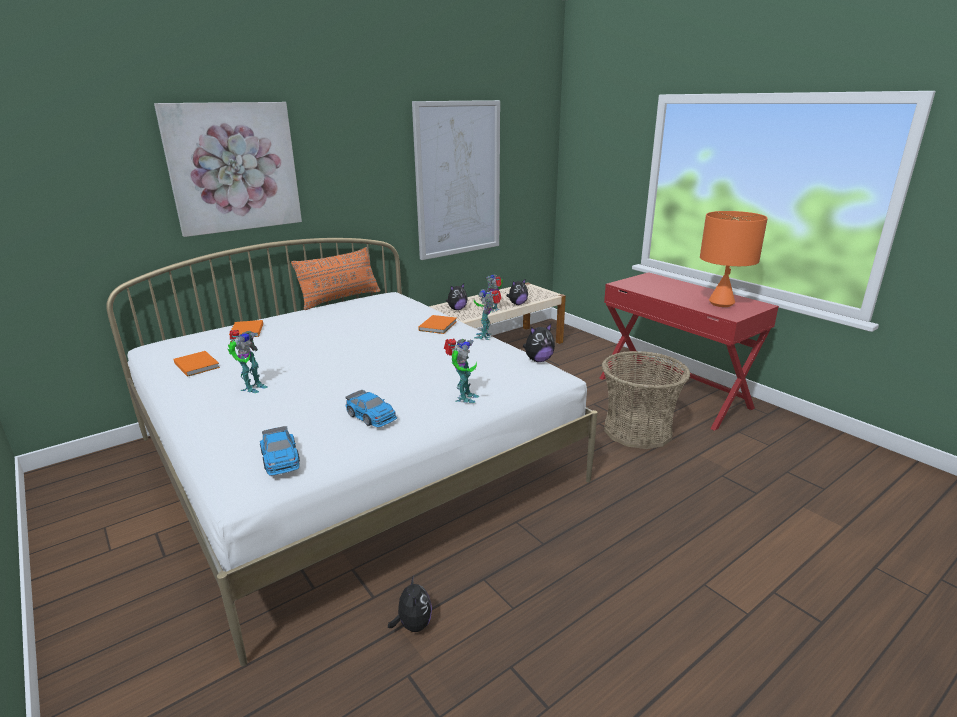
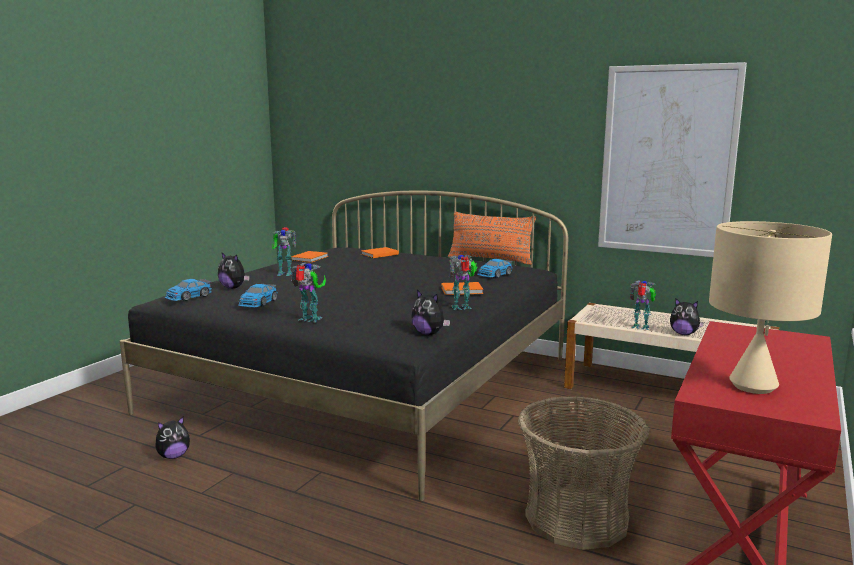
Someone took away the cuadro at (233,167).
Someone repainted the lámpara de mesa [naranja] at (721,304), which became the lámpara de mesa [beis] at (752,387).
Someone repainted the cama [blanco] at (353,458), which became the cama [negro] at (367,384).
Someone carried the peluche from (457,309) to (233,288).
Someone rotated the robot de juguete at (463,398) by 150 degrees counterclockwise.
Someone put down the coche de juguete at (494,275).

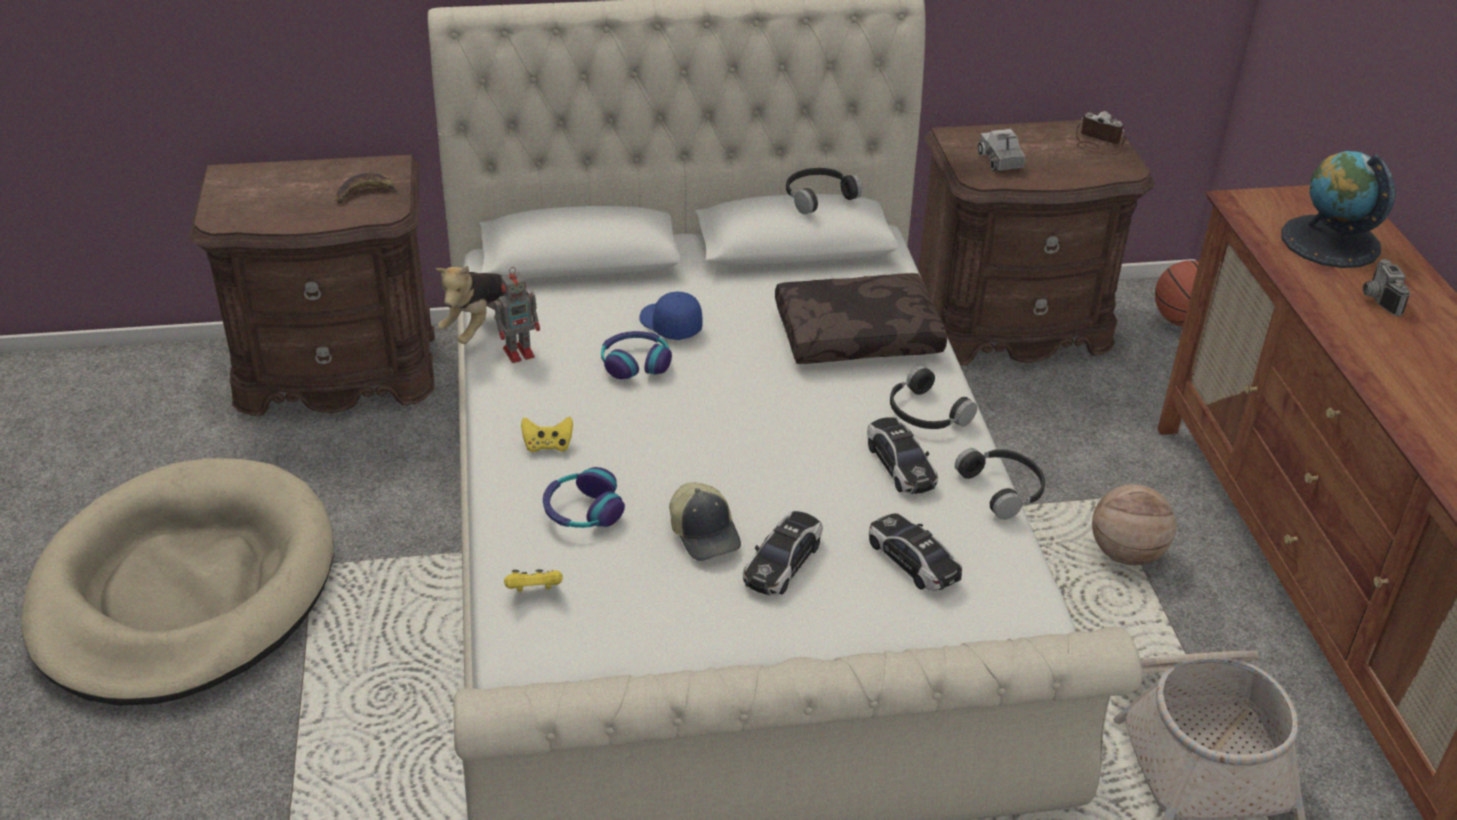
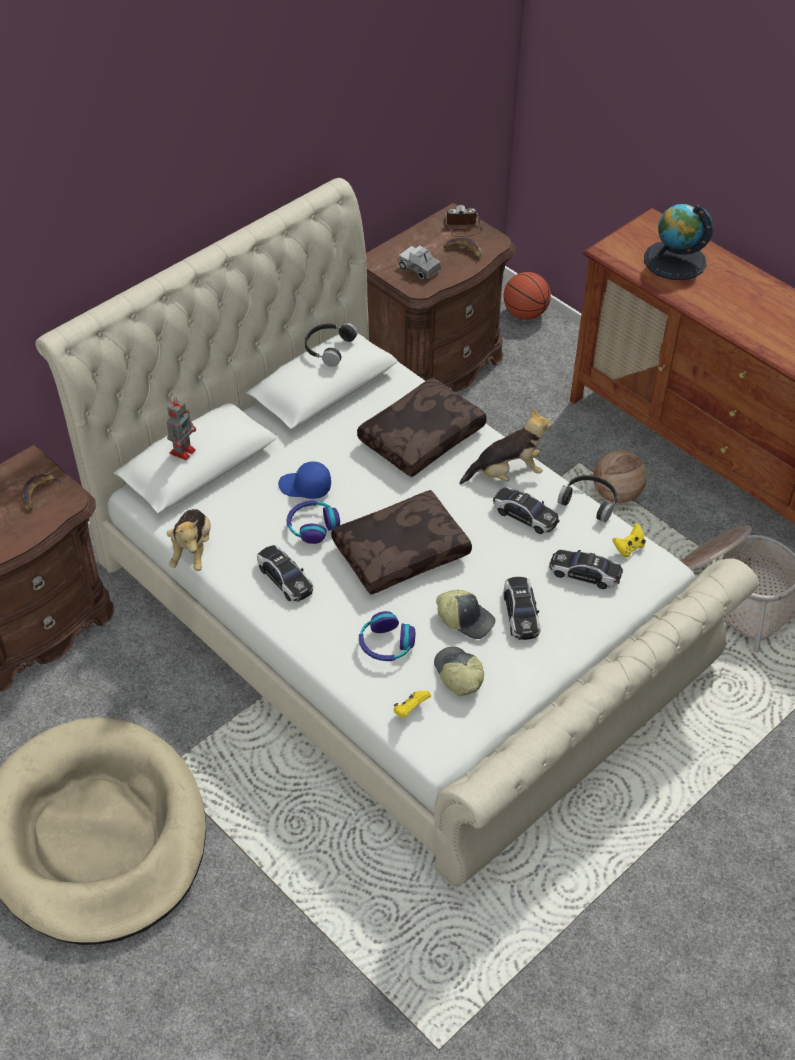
Someone took away the cámara at (1377,299).
Someone carried the robot de juguete from (520,352) to (183,451).
Someone swapped the auriculares [negro] at (925,414) for the peluche at (507,473).
Someone carried the mando de consola [amarillo] from (548,445) to (628,548).
Someone put down the plátano at (464,252).
Someone put down the cojín [marrón] at (401,550).
Someone put down the coche de juguete at (285,578).
Someone put down the gorra at (458,675).

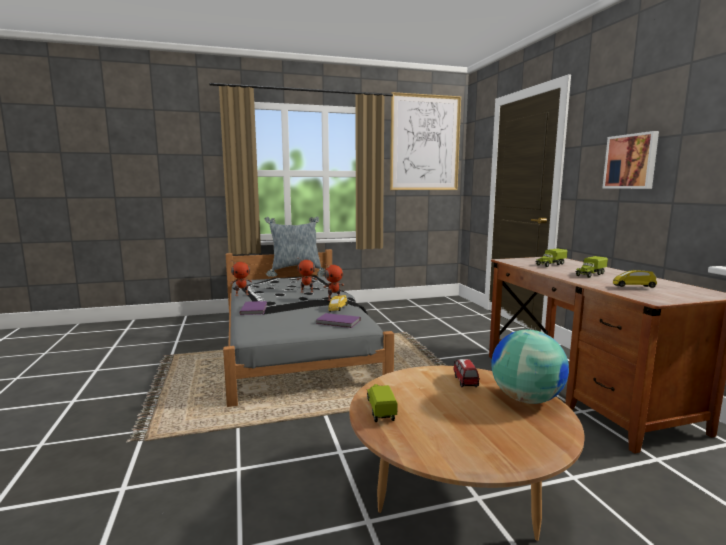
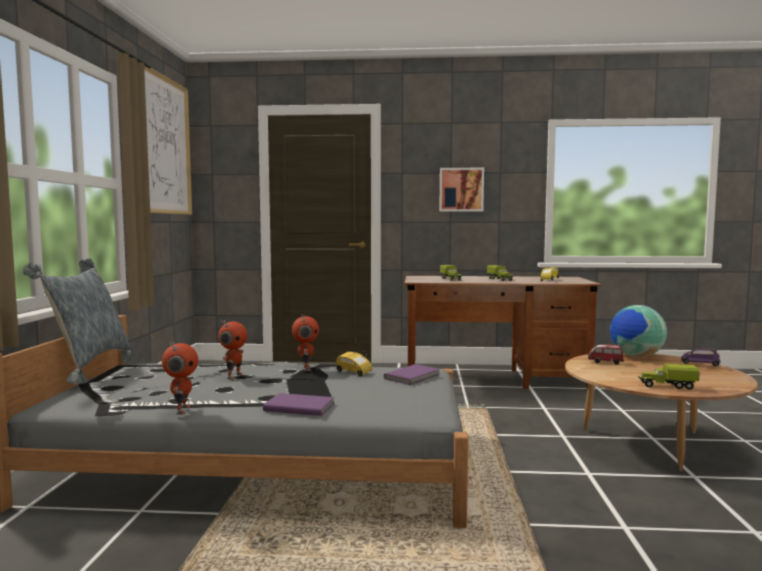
Someone put down the coche de juguete [morado] at (699,365).

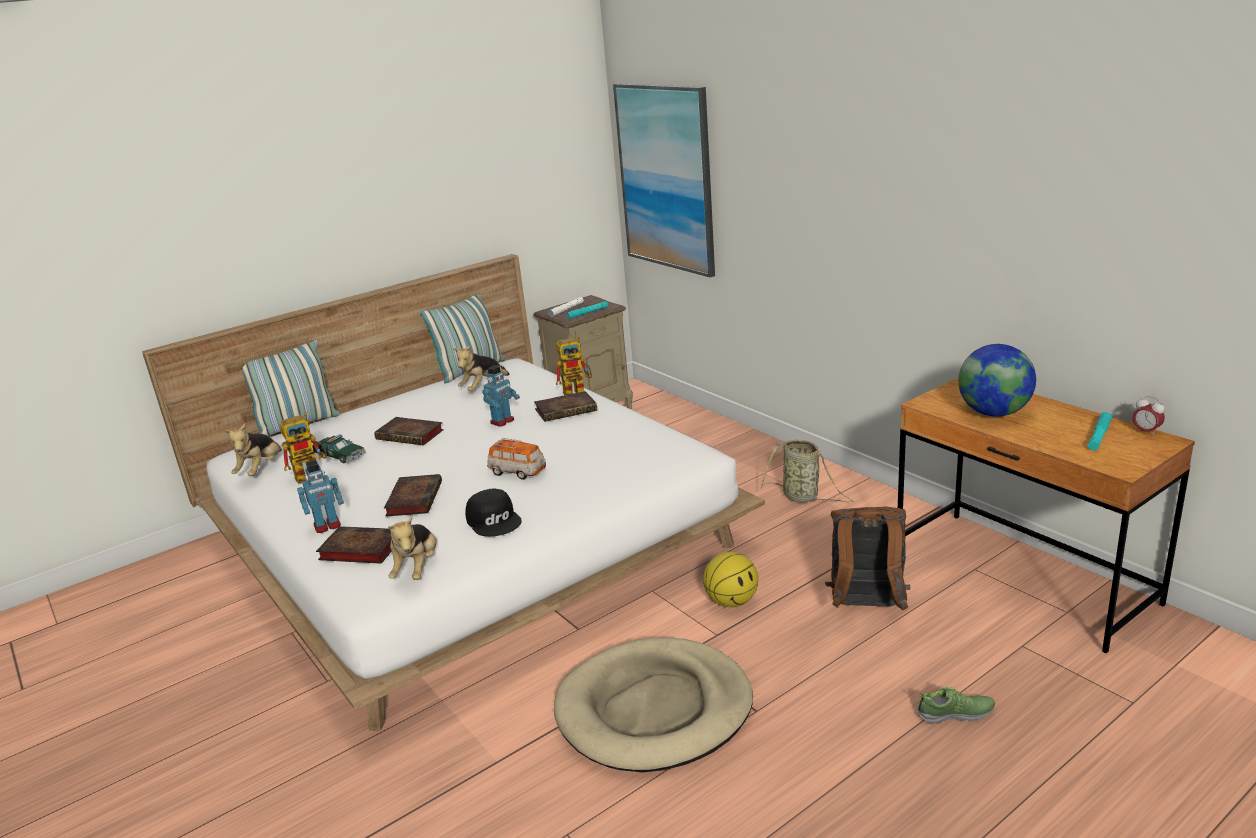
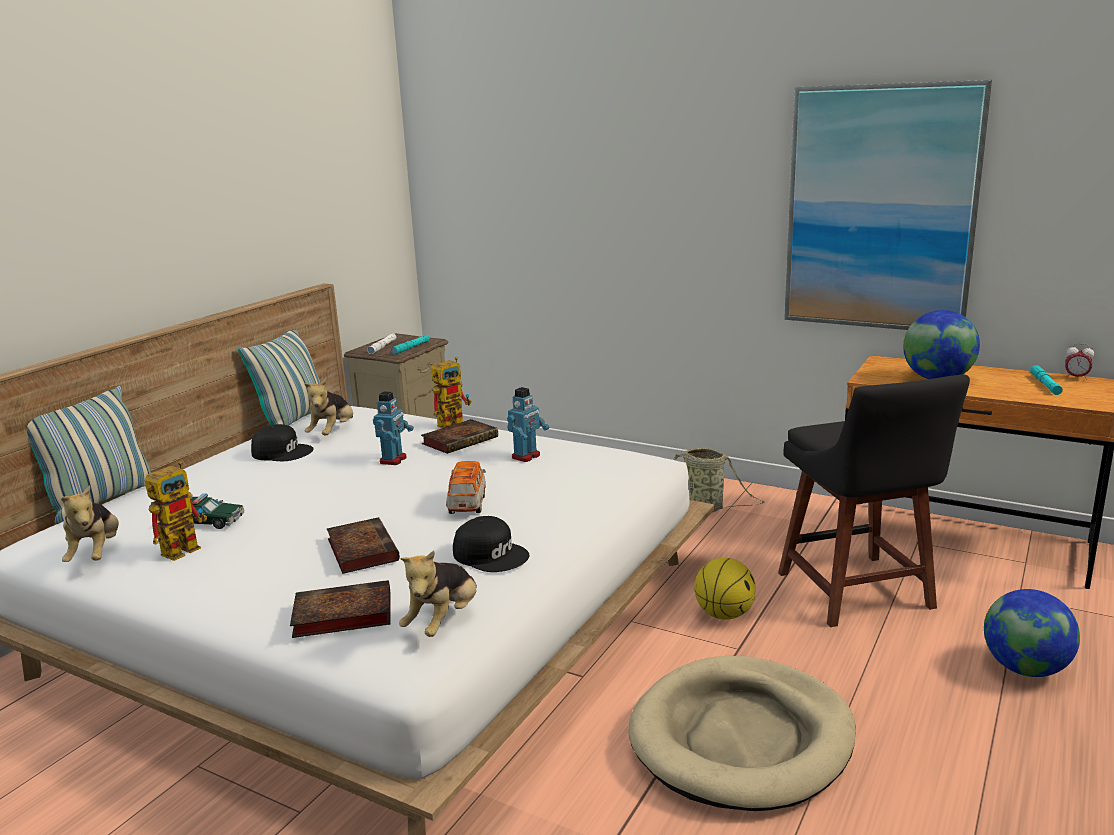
Someone carried the cuadro from (666,178) to (880,209).
Someone took away the libro at (411,435).
Someone rotated the coche de juguete at (518,472) by 90 degrees counterclockwise.
Someone carried the robot de juguete from (327,526) to (526,456).
Someone swapped the mochila [marrón] at (866,608) for the taburete [negro] at (857,593).
Someone rotated the peluche at (417,568) by 45 degrees clockwise.
Someone swapped the zapato at (955,714) for the globo terráqueo at (1025,669).
Someone put down the gorra [negro] at (282,452).

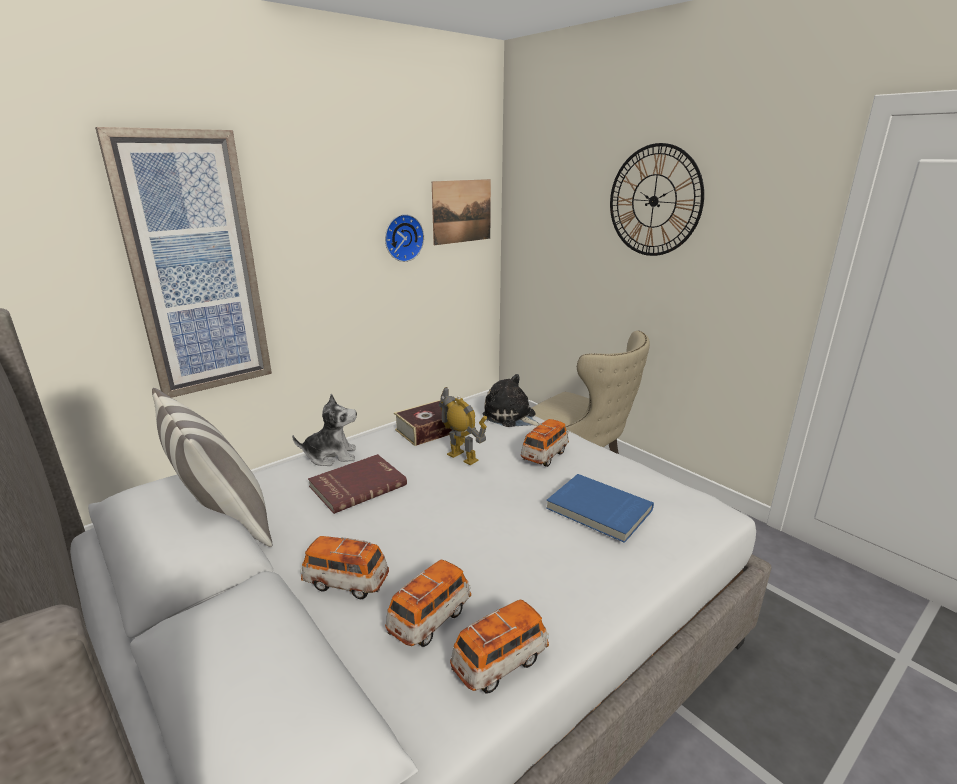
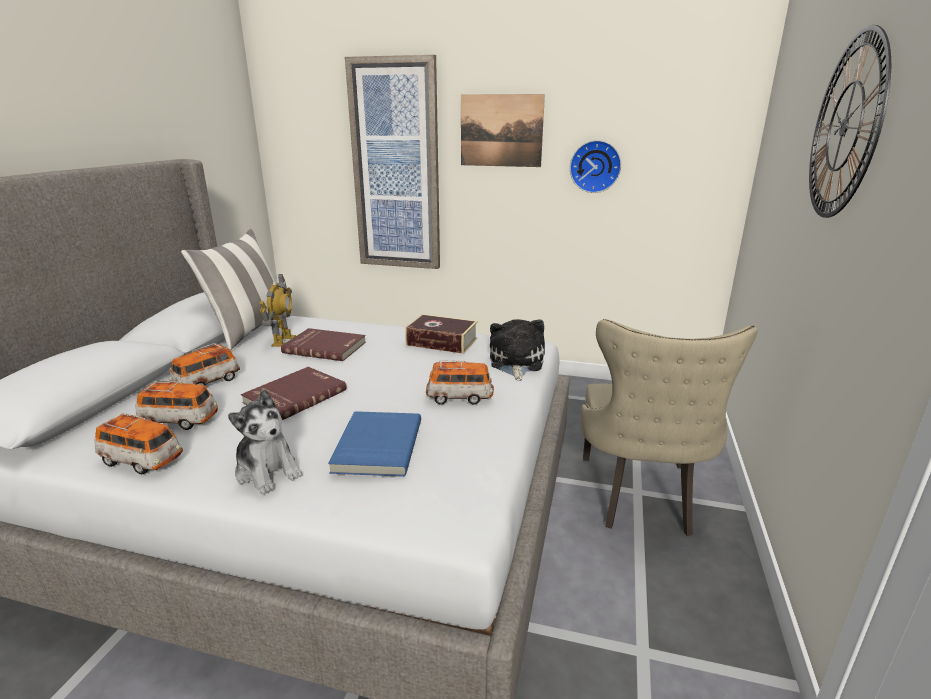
Someone carried the cuadro from (462,211) to (501,131).
Someone carried the robot de juguete from (462,457) to (283,341).
Someone carried the peluche from (331,456) to (268,471).
Someone rotated the coche de juguete at (346,582) by 120 degrees counterclockwise.
Someone put down the libro [rojo] at (294,396).

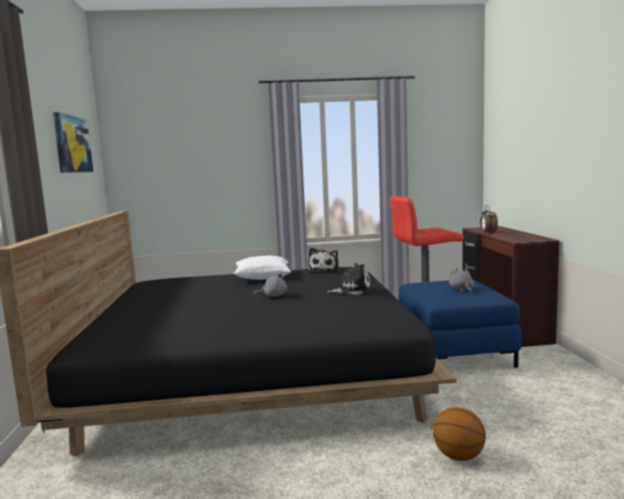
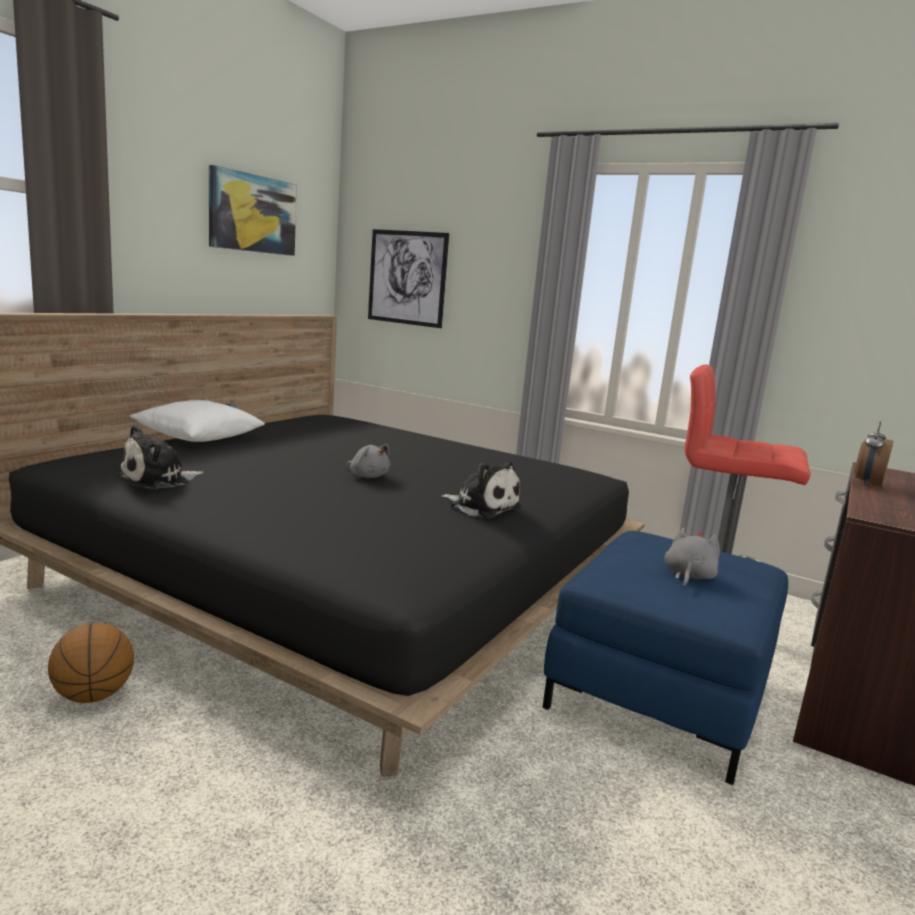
Someone carried the peluche from (324,270) to (159,480).
Someone carried the cojín [blanco] from (263,278) to (198,437).
Someone carried the balón de baloncesto from (459,456) to (93,696).
Someone put up the cuadro at (407,278).

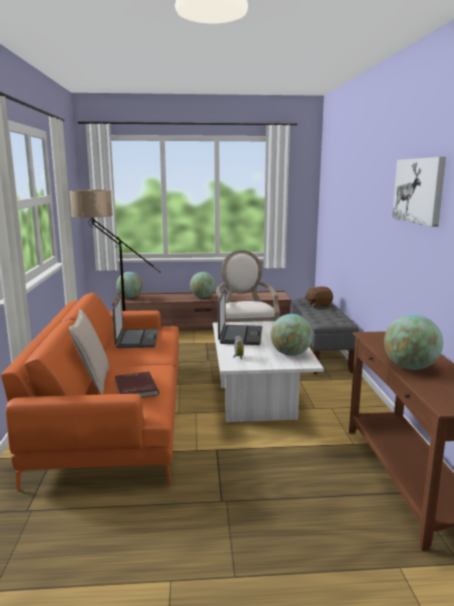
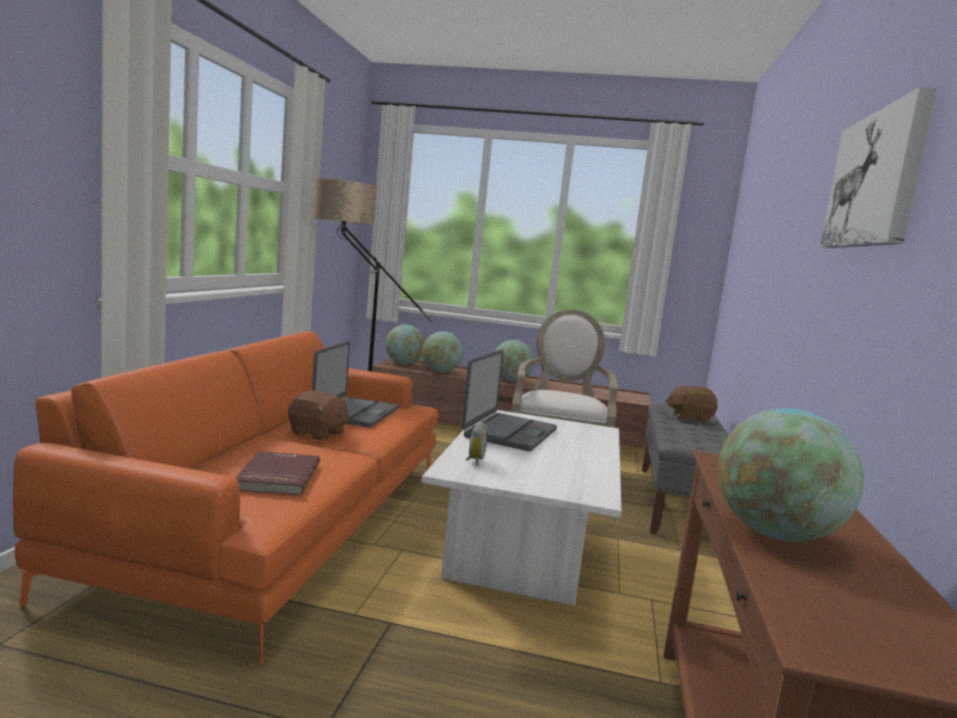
Someone took away the cojín [beis] at (93,381).
Someone carried the globo terráqueo from (290,354) to (440,372).
Someone put down the peluche [marrón] at (317,433).

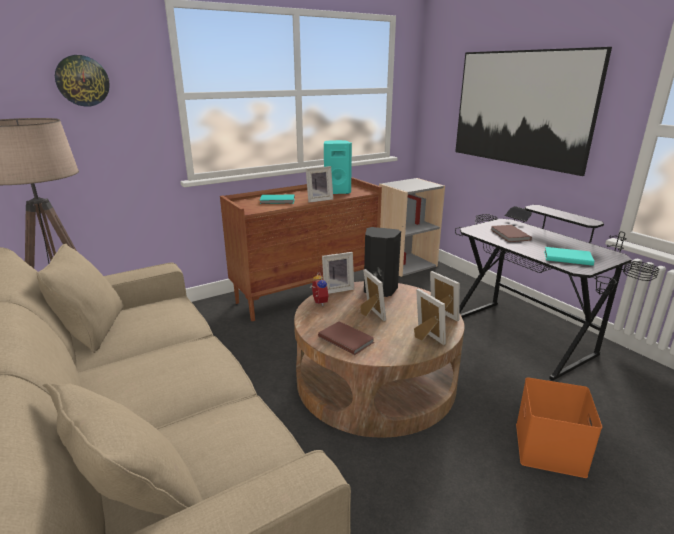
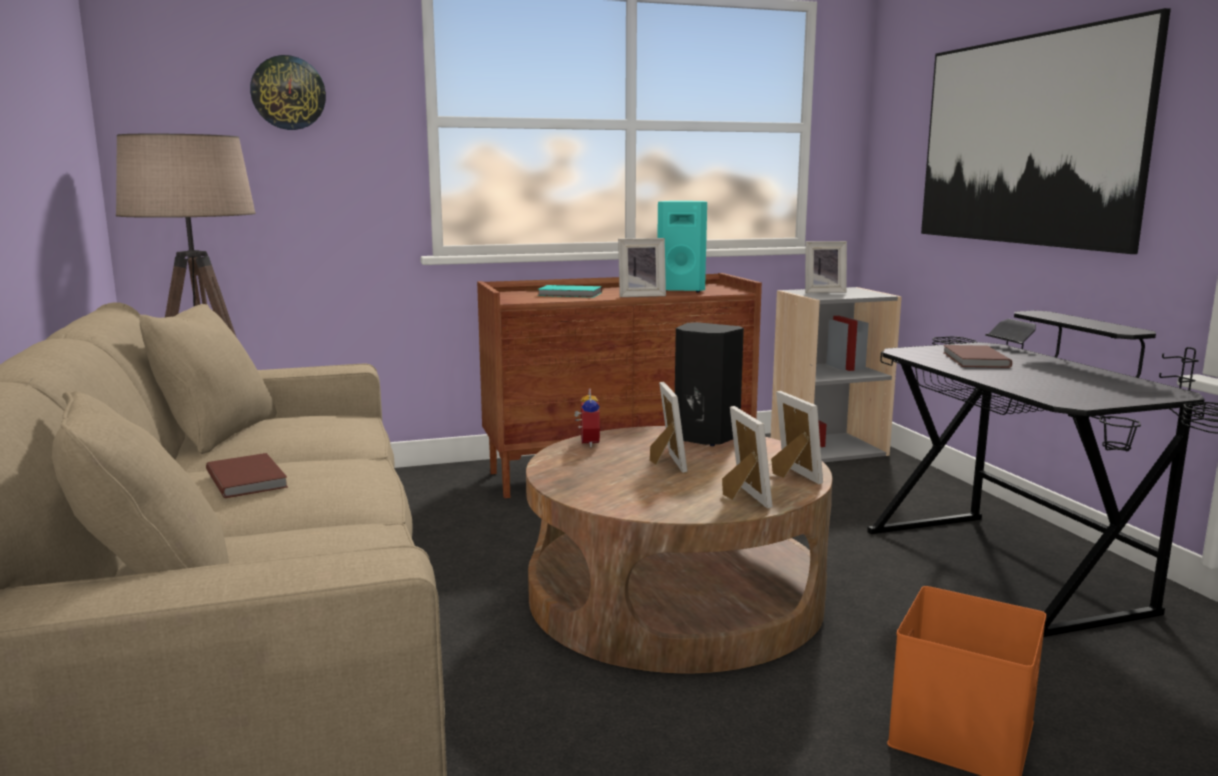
Someone took away the libro [turquesa] at (567,257).
Someone carried the portarretratos from (337,289) to (823,292).
Someone carried the libro [marrón] from (346,339) to (248,478).

